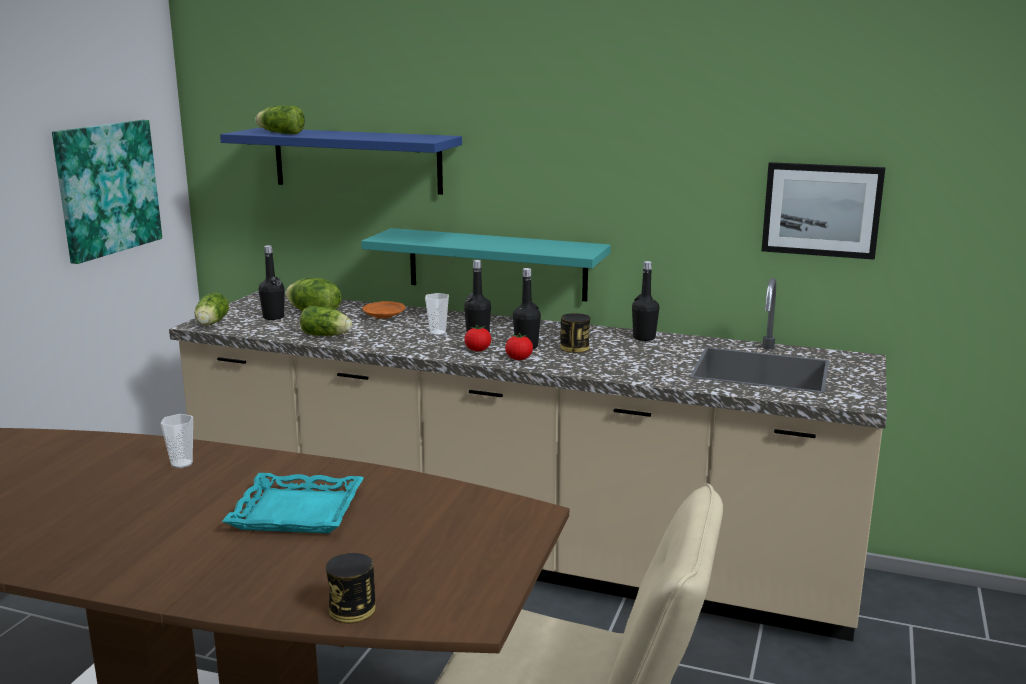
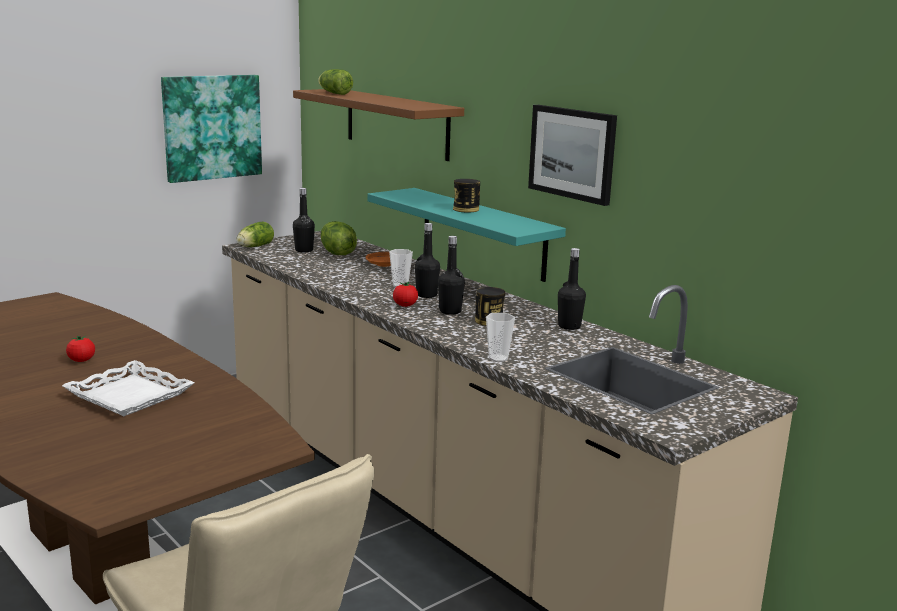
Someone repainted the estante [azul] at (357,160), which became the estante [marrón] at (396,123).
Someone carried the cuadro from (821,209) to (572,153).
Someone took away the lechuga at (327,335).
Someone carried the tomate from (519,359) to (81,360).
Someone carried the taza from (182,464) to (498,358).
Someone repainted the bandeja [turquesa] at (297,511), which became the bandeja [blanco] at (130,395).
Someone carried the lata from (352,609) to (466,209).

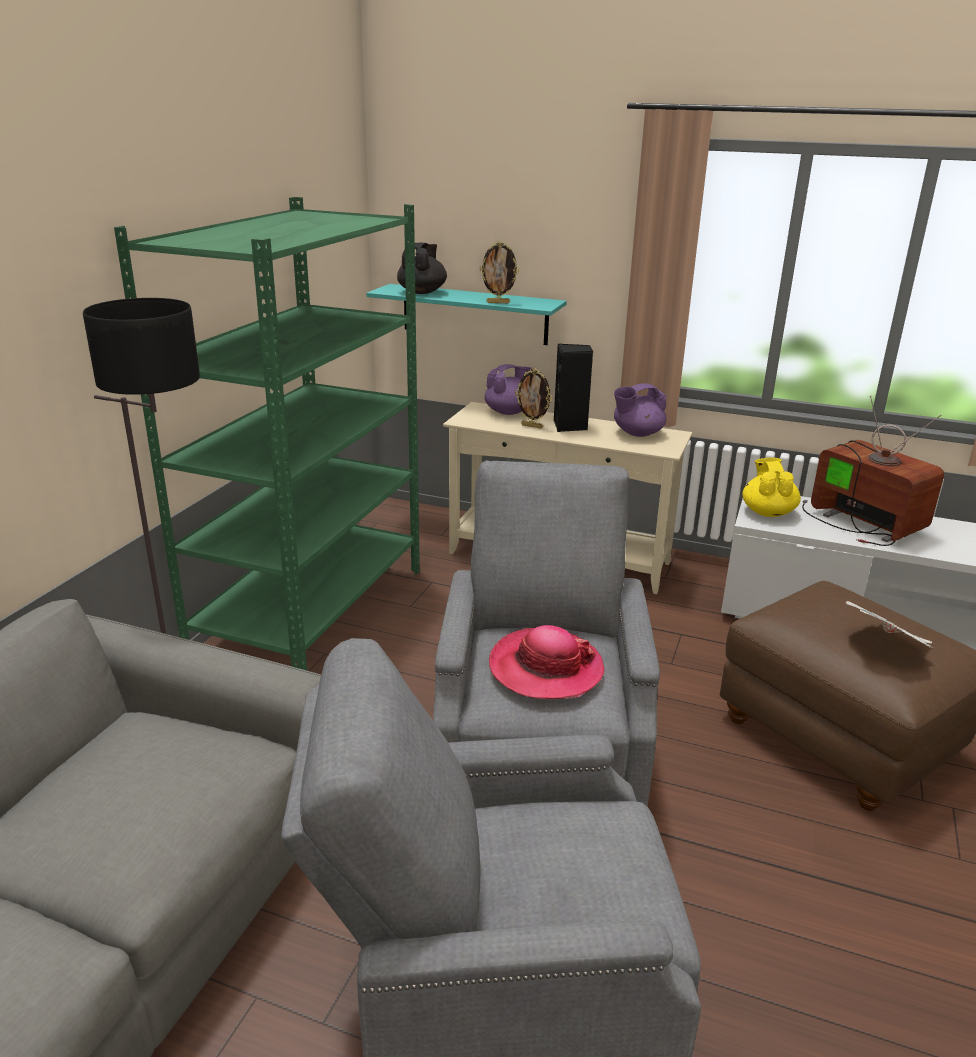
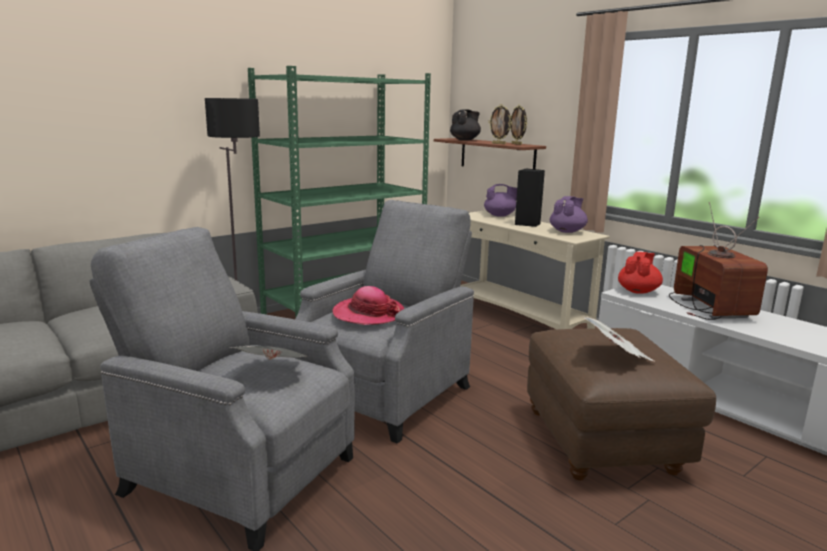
Someone repainted the estante [turquesa] at (474,314), which became the estante [marrón] at (497,156).
Someone carried the portarretratos from (532,426) to (517,144).
Someone rotated the tetera [morado] at (637,433) by 120 degrees clockwise.
Someone repainted the tetera [amarillo] at (767,512), which became the tetera [rojo] at (638,291).
Someone put down the periódico at (273,371).

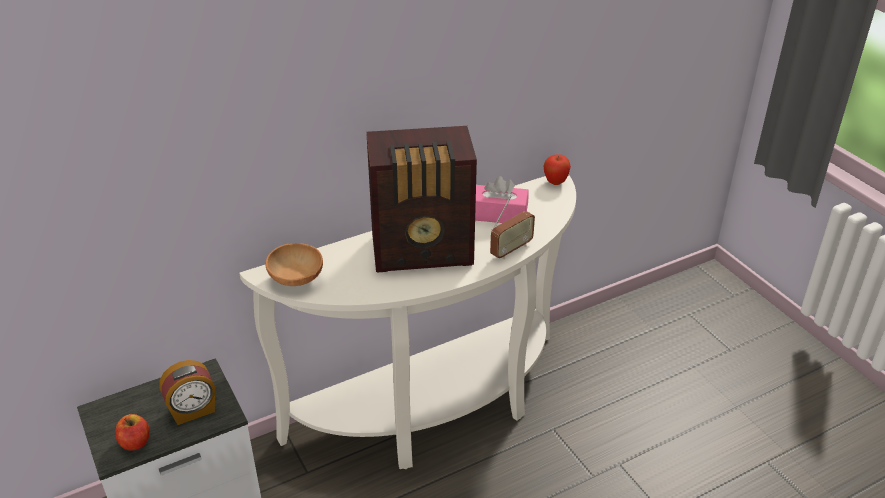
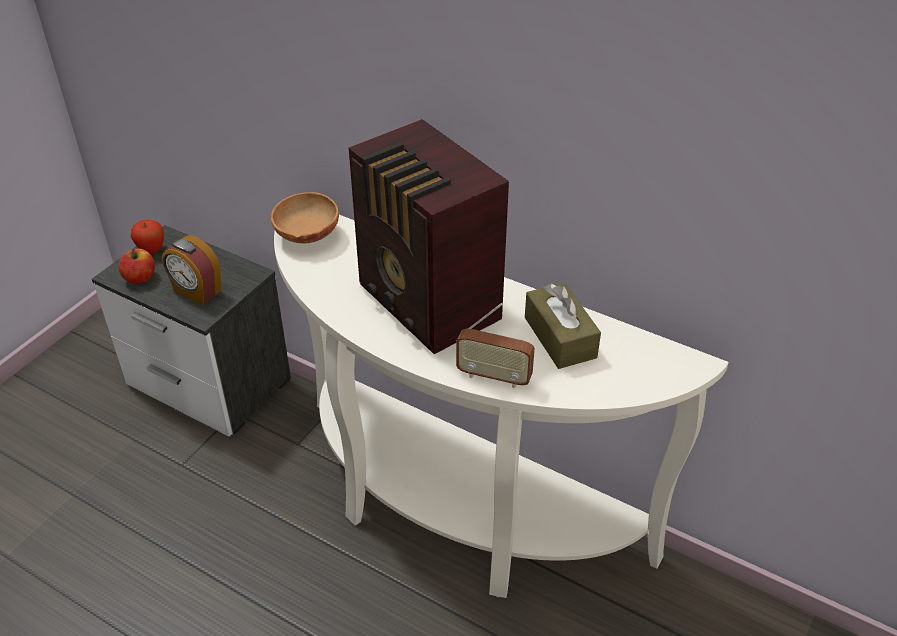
Someone carried the manzana from (555,182) to (151,250).
Someone repainted the caja de pañuelos [rosa] at (498,214), which became the caja de pañuelos [marrón] at (560,337).

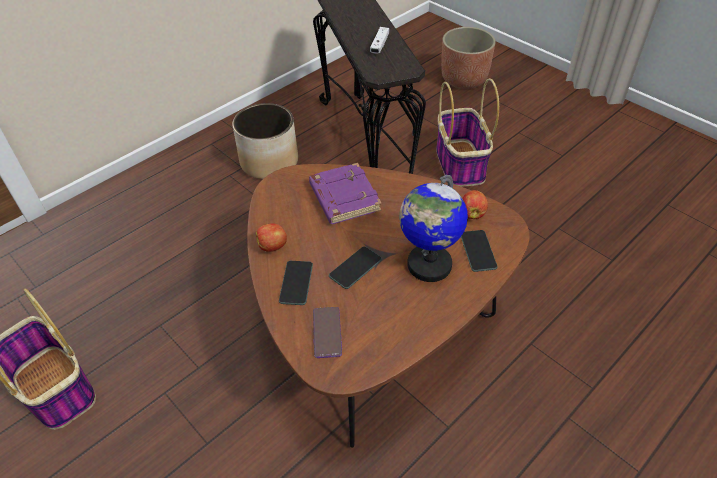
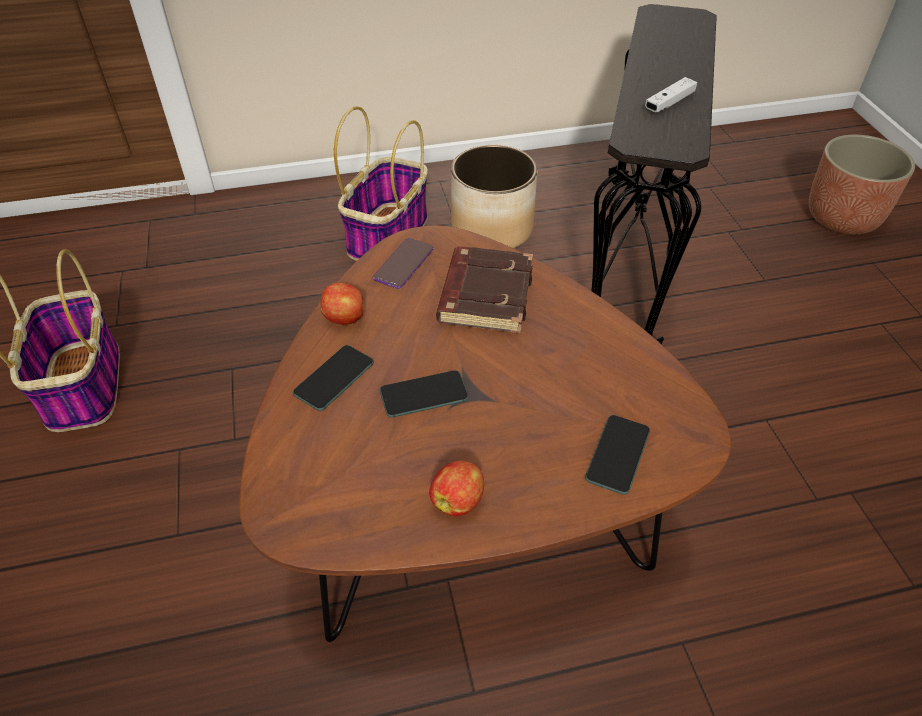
Someone carried the cesta from (459,163) to (388,234).
Someone repainted the libro [morado] at (343,198), which became the libro [marrón] at (484,295).
Someone took away the globo terráqueo at (428,265).
Someone carried the manzana from (472,213) to (458,501).
Someone carried the móvil from (327,332) to (403,264).

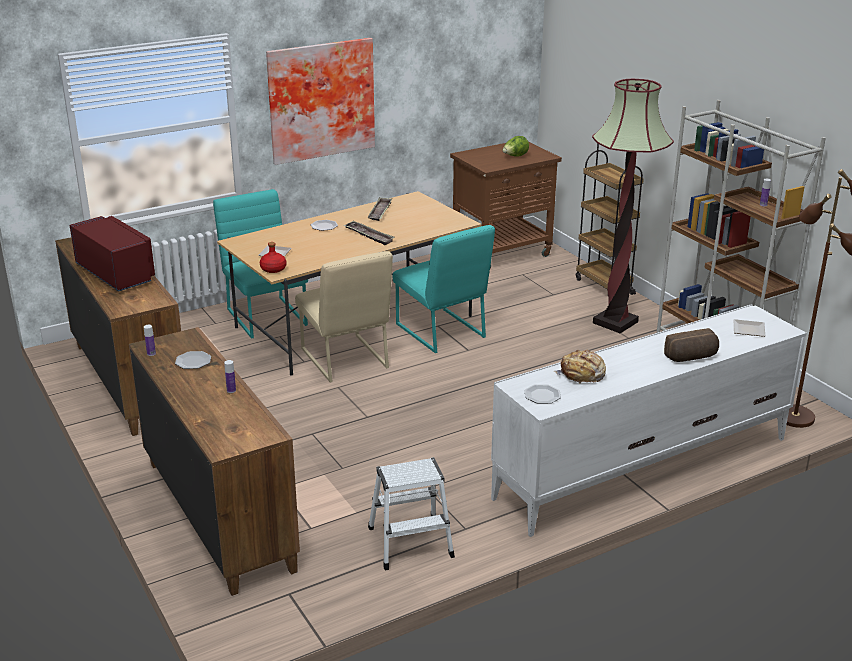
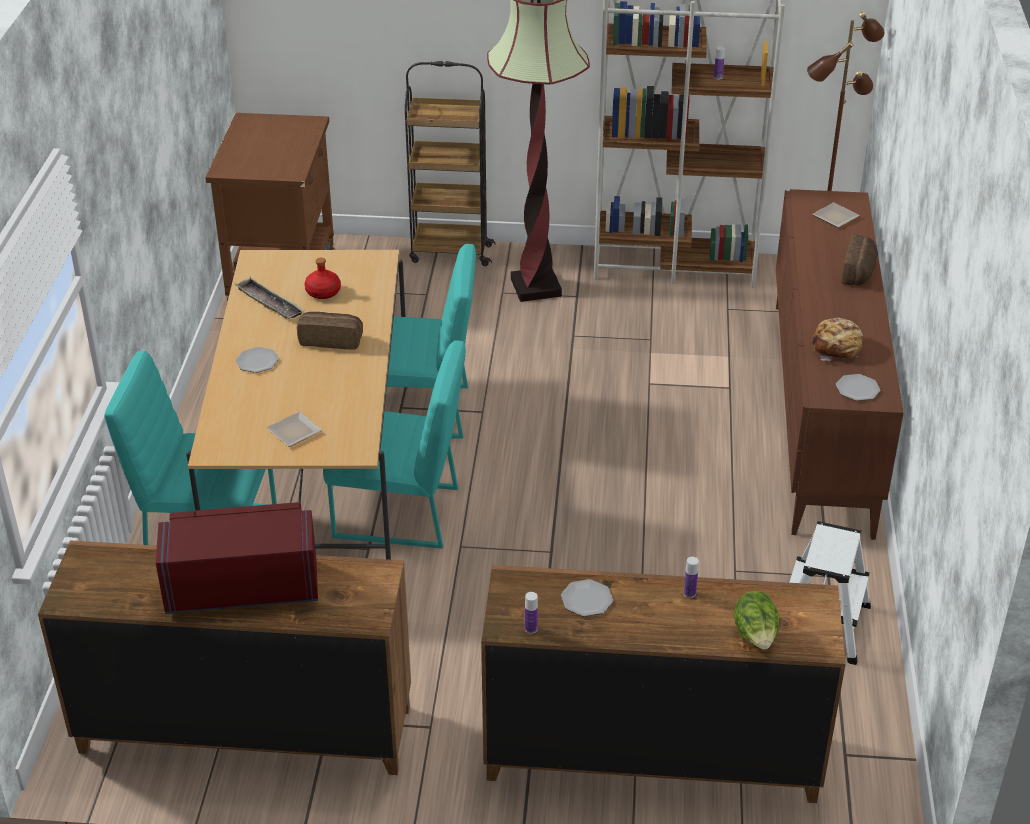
Someone took away the cuadro at (320,99).
Someone carried the lechuga from (515,156) to (755,636).
Someone swapped the bandeja at (368,236) for the pan at (331,340).
Someone carried the botella [rojo] from (273,269) to (323,292).
Someone repainted the silla [beis] at (345,359), which became the silla [turquesa] at (400,513).
Someone repainted the armario [blanco] at (643,469), which became the armario [marrón] at (822,414).

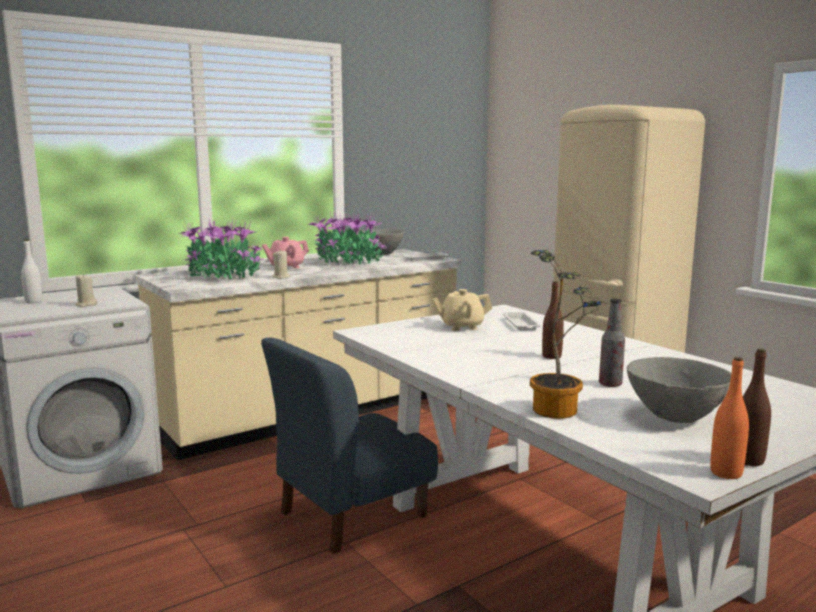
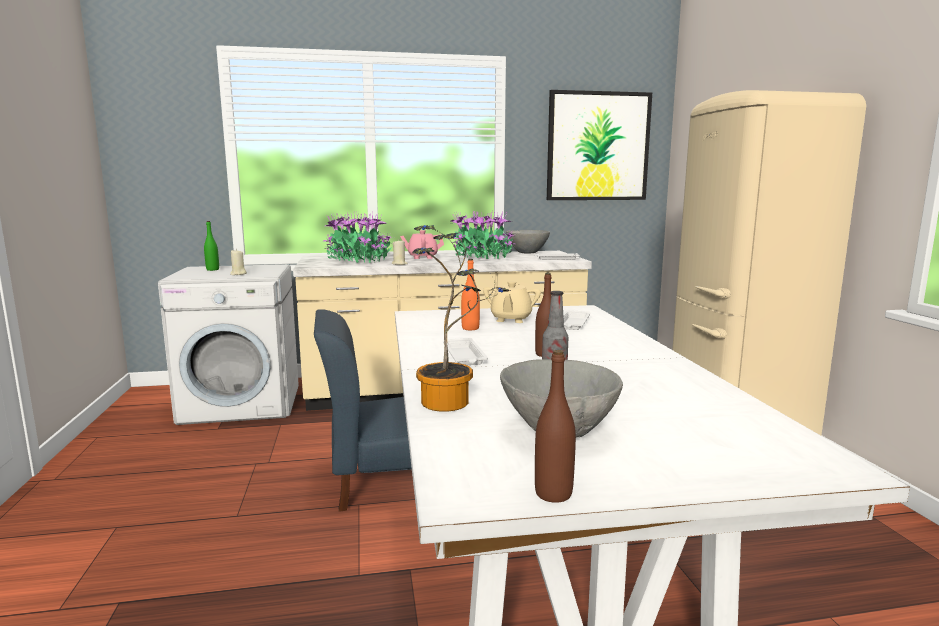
Someone repainted the botella [blanco] at (33,302), which became the botella [verde] at (212,269).
Someone rotated the tetera [beis] at (461,327) by 90 degrees counterclockwise.
Someone carried the botella [naranja] from (726,473) to (470,328).
Someone put up the cuadro at (598,146).
Someone put down the bandeja [blanco] at (464,356).

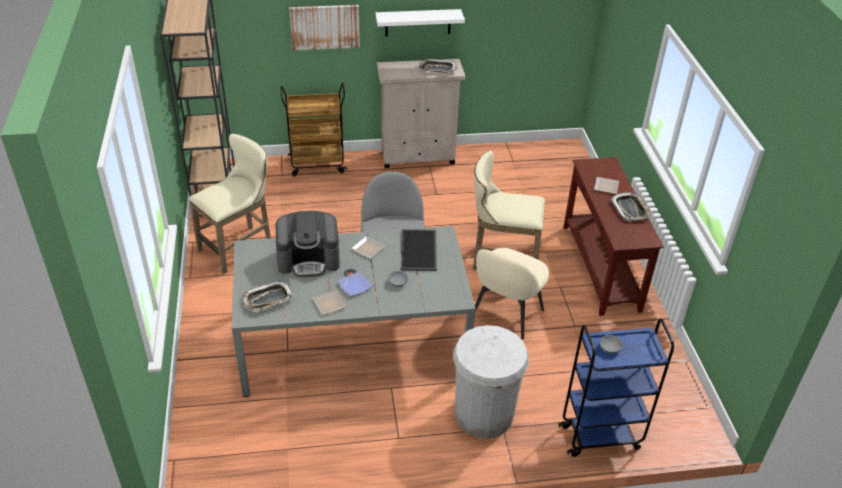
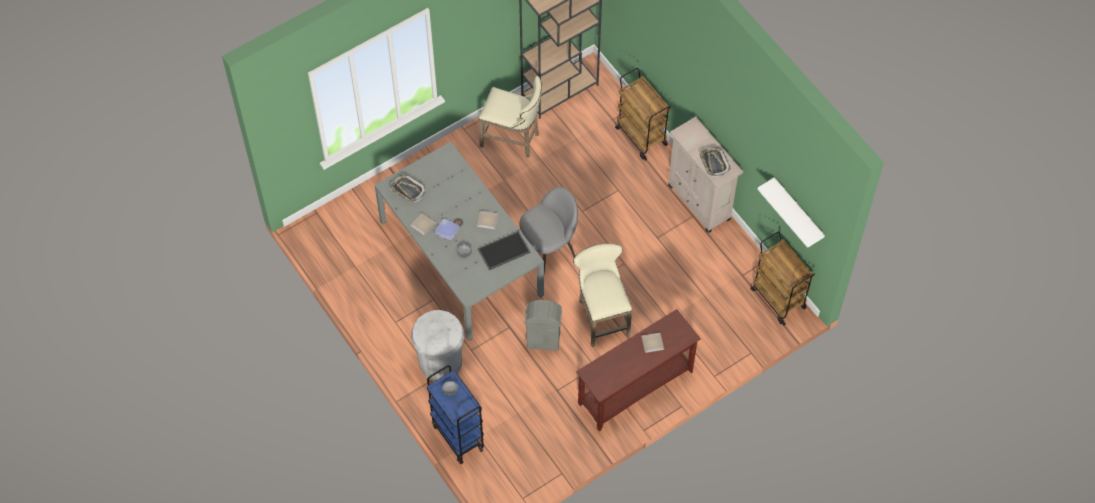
Someone took away the cuadro at (325,26).
Someone carried the estante [blanco] from (418,22) to (798,212).
Someone took away the bandeja at (630,209).
Someone took away the cafetera at (309,259).
Someone swapped the silla [beis] at (506,314) for the papelera [gris] at (543,341).
Someone put down the carrito [marrón] at (778,299).

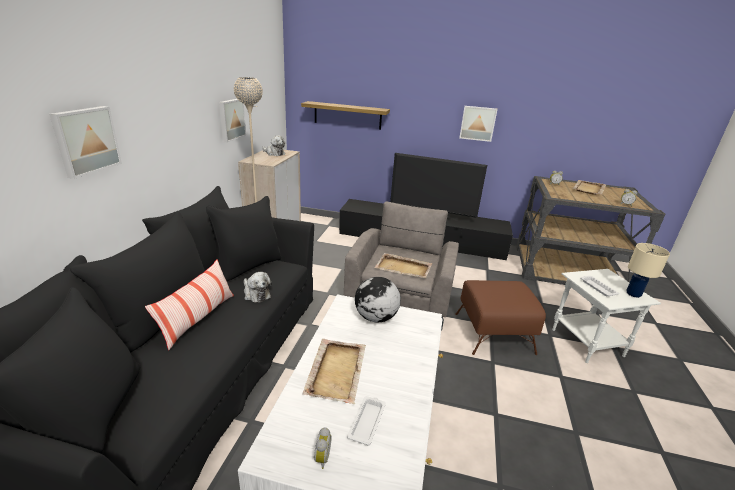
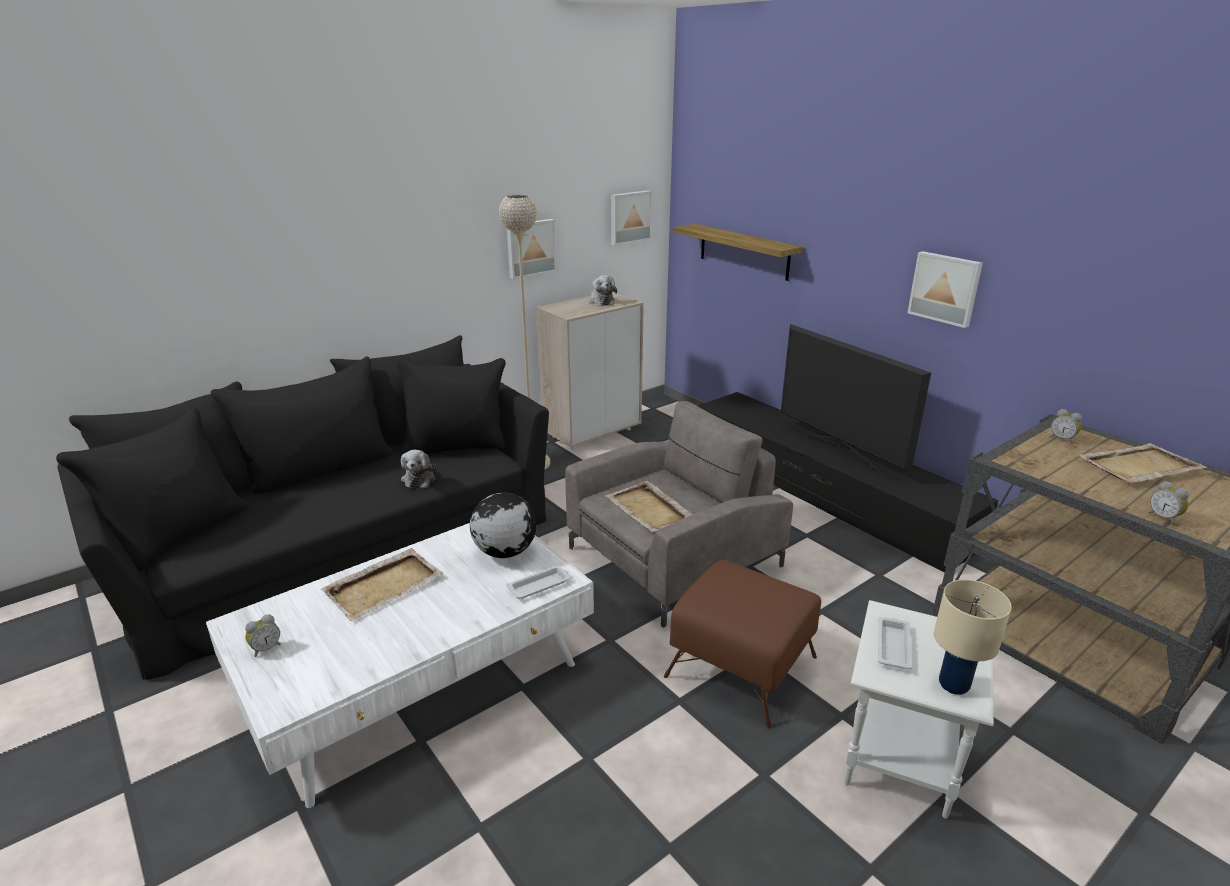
Someone carried the cuadro from (86,140) to (629,217).
Someone took away the cojín at (198,318).
Someone carried the bandeja [blanco] from (367,421) to (540,585).

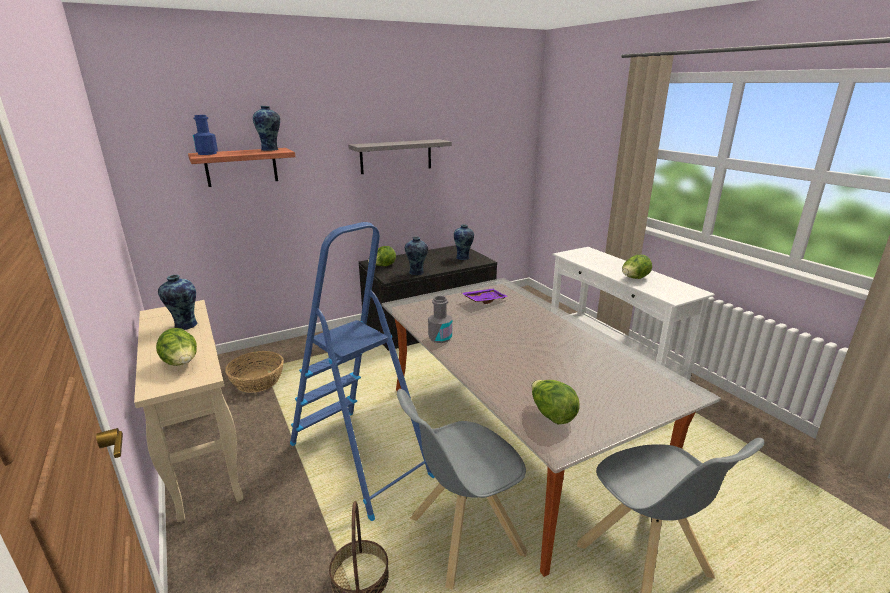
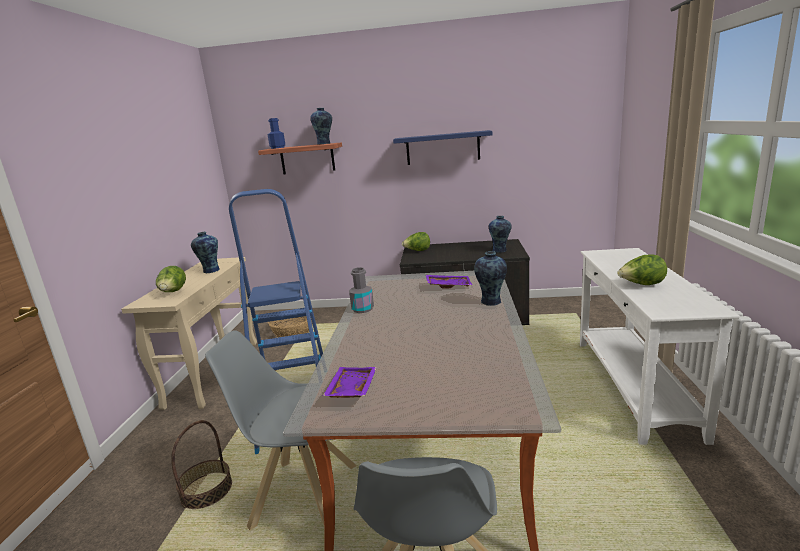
Someone repainted the estante [gris] at (396,156), which became the estante [azul] at (442,148).
Someone carried the florero from (417,273) to (491,302).
Someone swapped the lechuga at (551,415) for the bandeja [morado] at (351,389).

